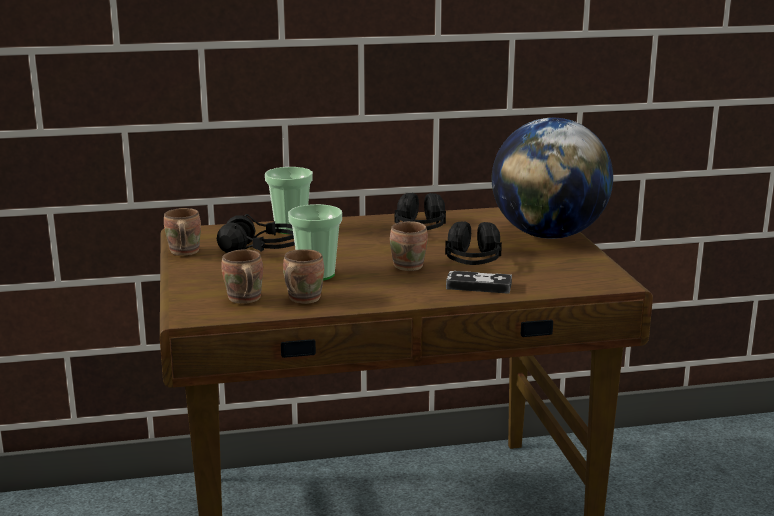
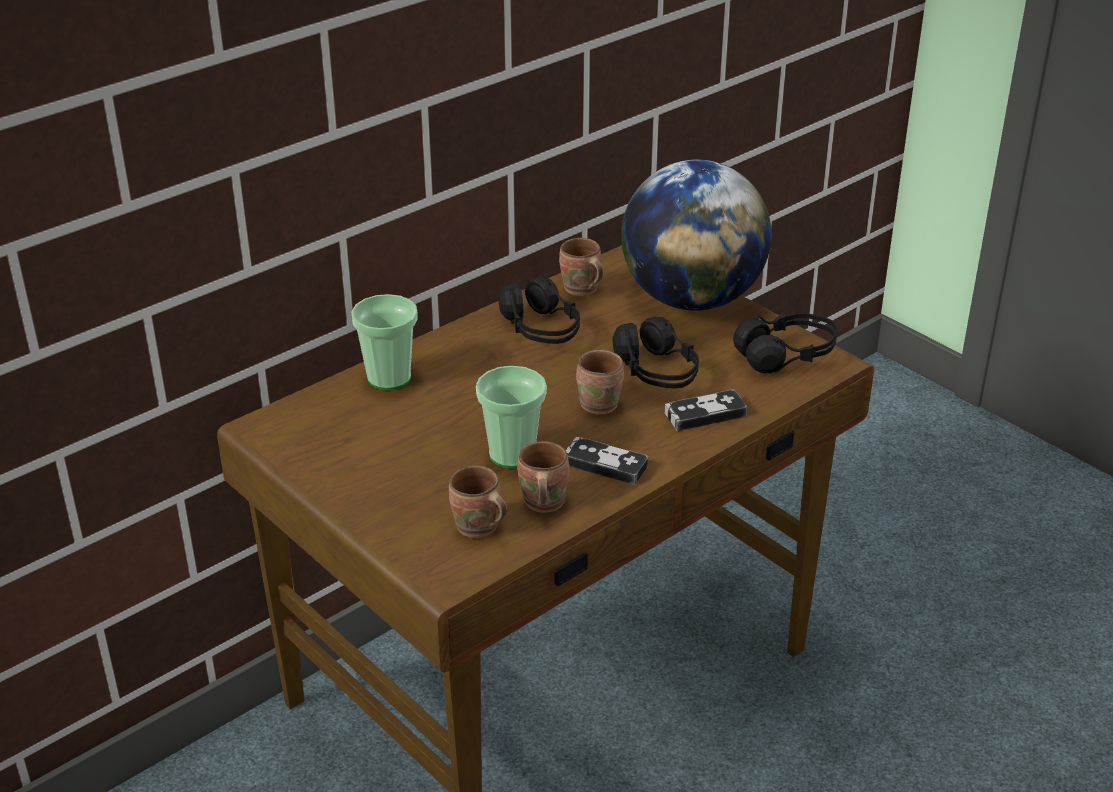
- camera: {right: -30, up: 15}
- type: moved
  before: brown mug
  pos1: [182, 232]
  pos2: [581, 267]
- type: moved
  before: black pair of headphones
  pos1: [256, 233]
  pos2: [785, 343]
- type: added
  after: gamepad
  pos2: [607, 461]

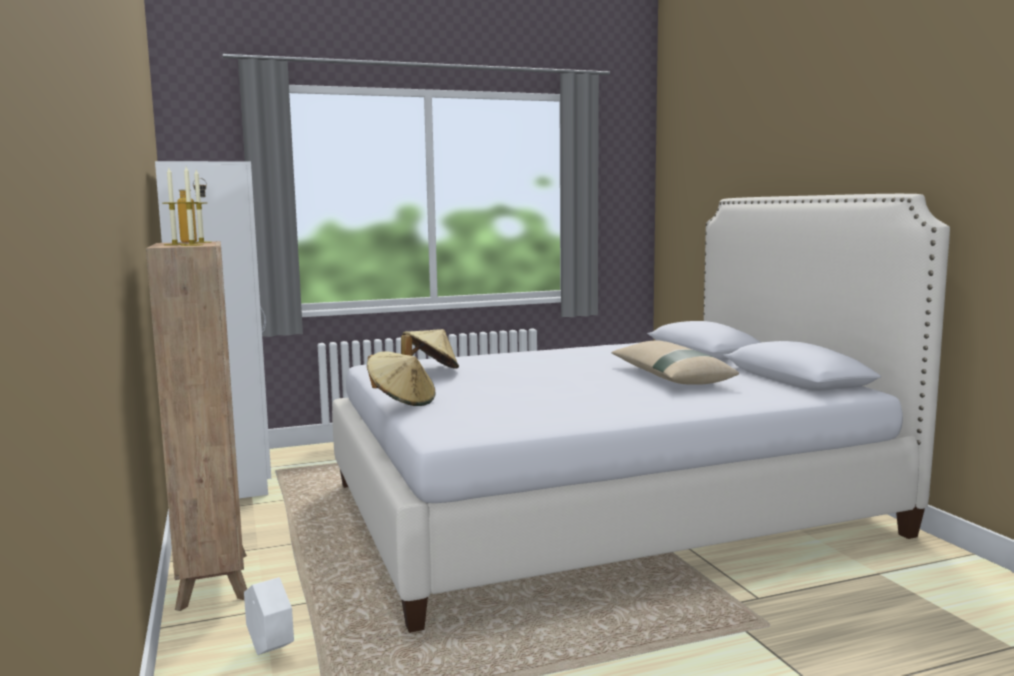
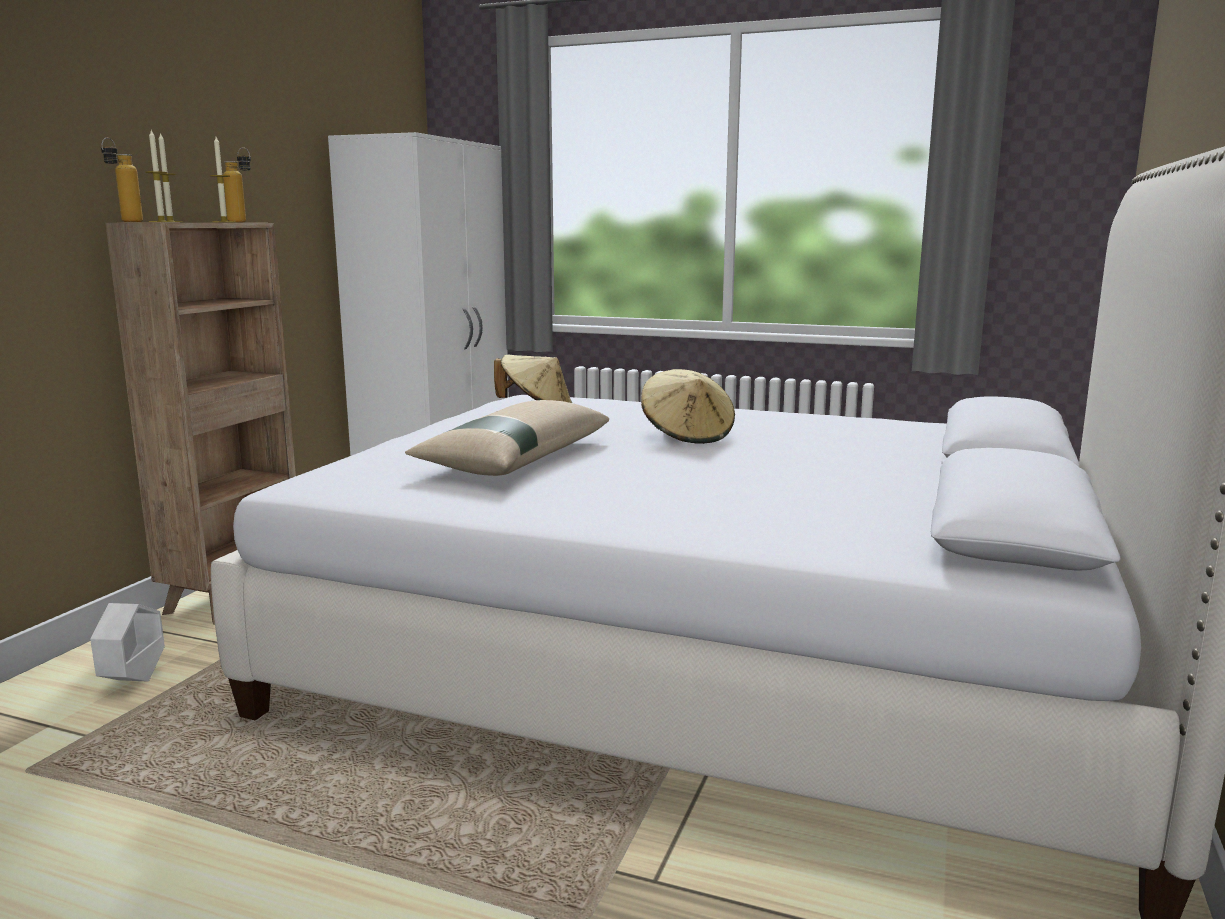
- camera: {right: 40, up: 5}
- type: moved
  before: beige-coloured wearable hat
  pos1: [401, 379]
  pos2: [688, 406]
- type: moved
  before: beige-coloured pillow
  pos1: [675, 363]
  pos2: [507, 438]
- type: added
  after: beverage bottle
  pos2: [122, 180]

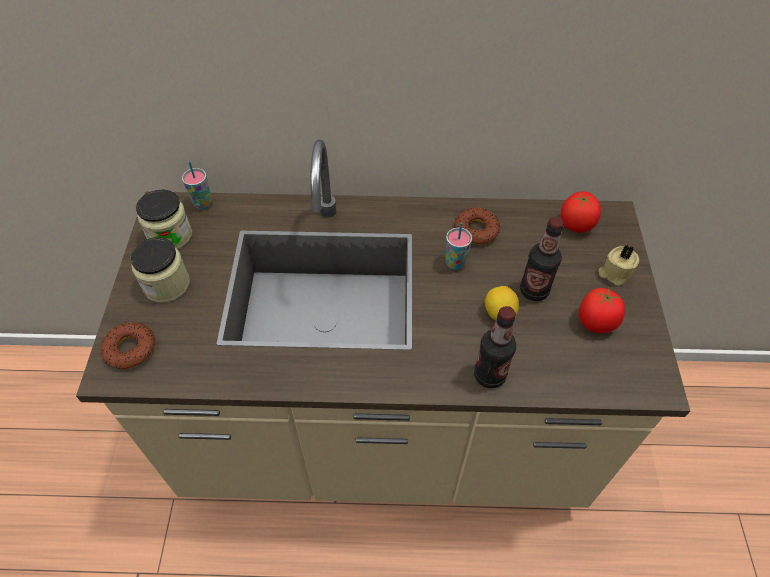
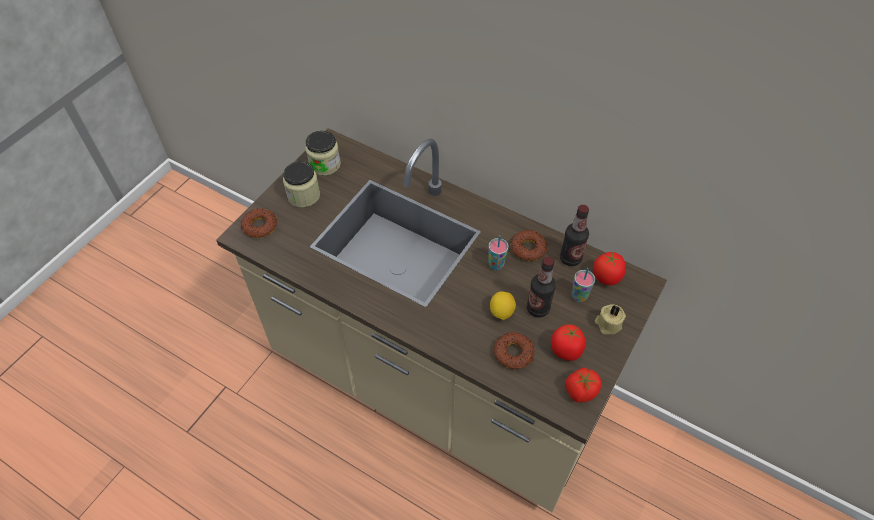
- camera: {right: 30, up: 0}
- type: moved
  before: cup
  pos1: [197, 185]
  pos2: [583, 285]
- type: moved
  before: beverage bottle
  pos1: [495, 347]
  pos2: [574, 235]
- type: added
  after: donut
  pos2: [514, 350]
- type: added
  after: whole tomato
  pos2: [583, 384]

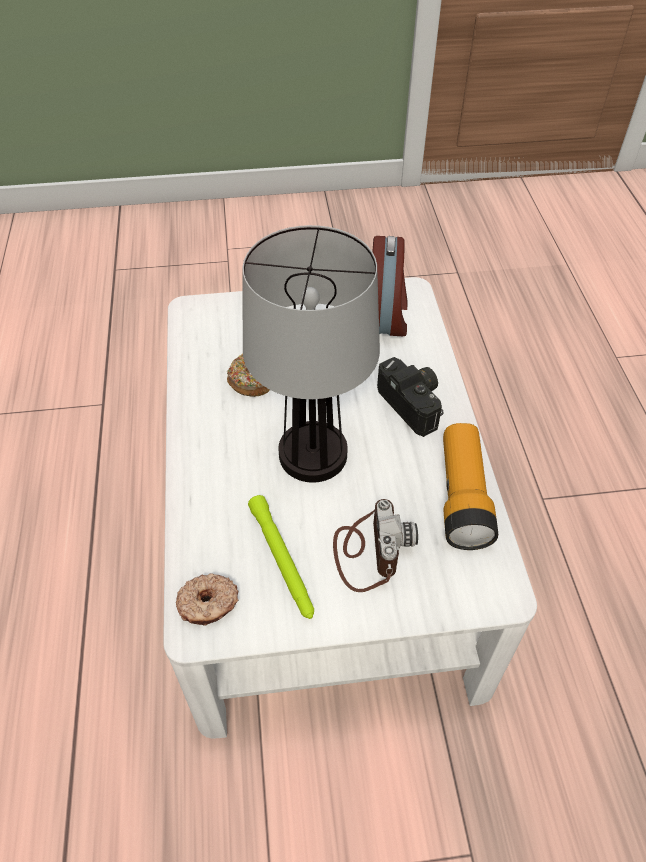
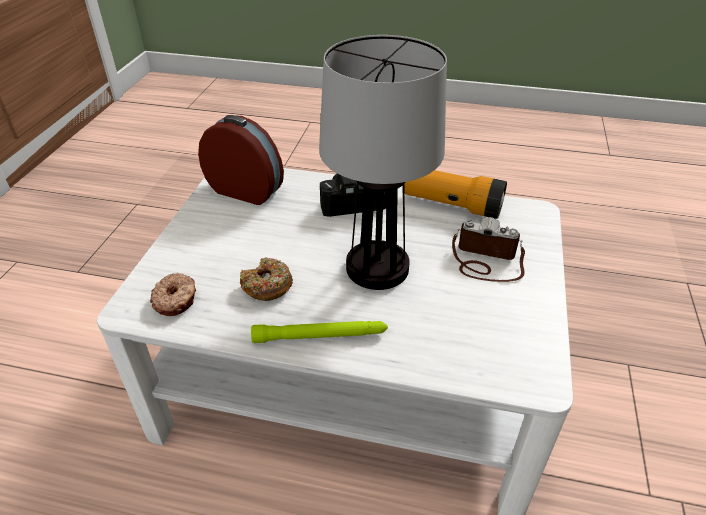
- camera: {right: -70, up: -10}
- type: moved
  before: donut
  pos1: [207, 599]
  pos2: [173, 294]
- type: moved
  before: greenish flashlight
  pos1: [281, 557]
  pos2: [319, 332]

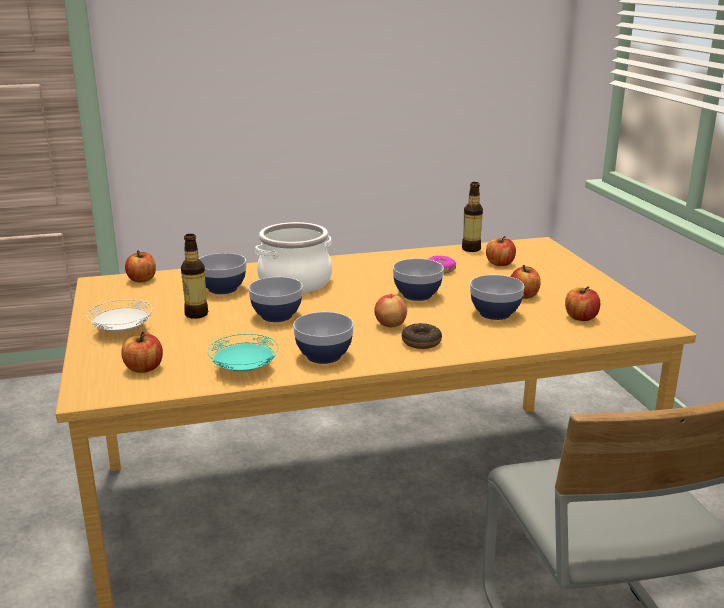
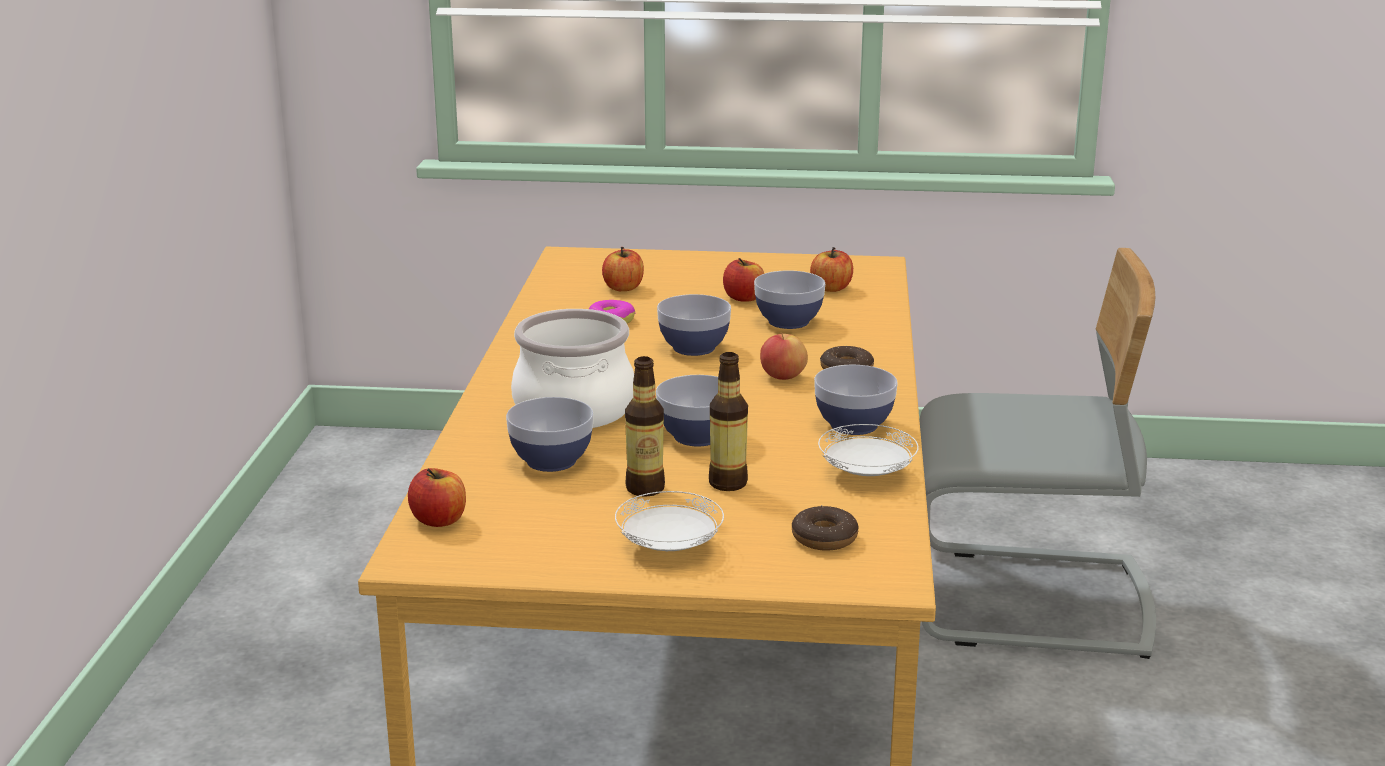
- camera: {right: -70, up: 0}
- type: replaced
  before: apple fruit
  after: donut
  pos1: [142, 352]
  pos2: [825, 528]
- type: recoloured
  before: turquoise dinner plate
  after: whitish dinner plate
  pos1: [243, 352]
  pos2: [868, 450]
- type: moved
  before: beverage bottle
  pos1: [472, 217]
  pos2: [728, 421]

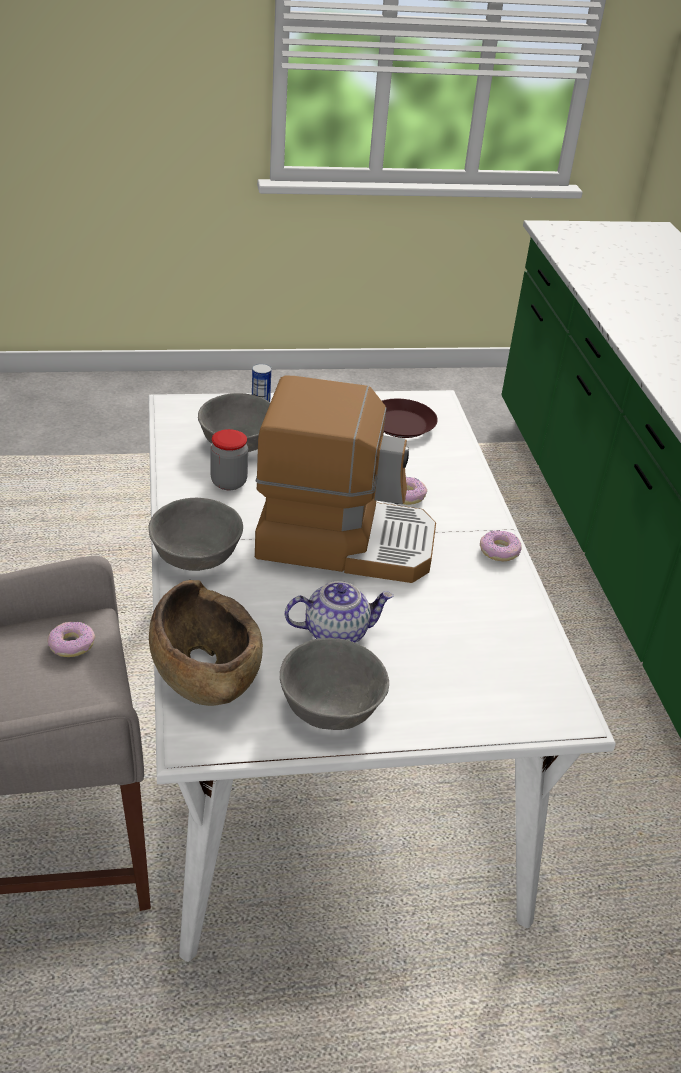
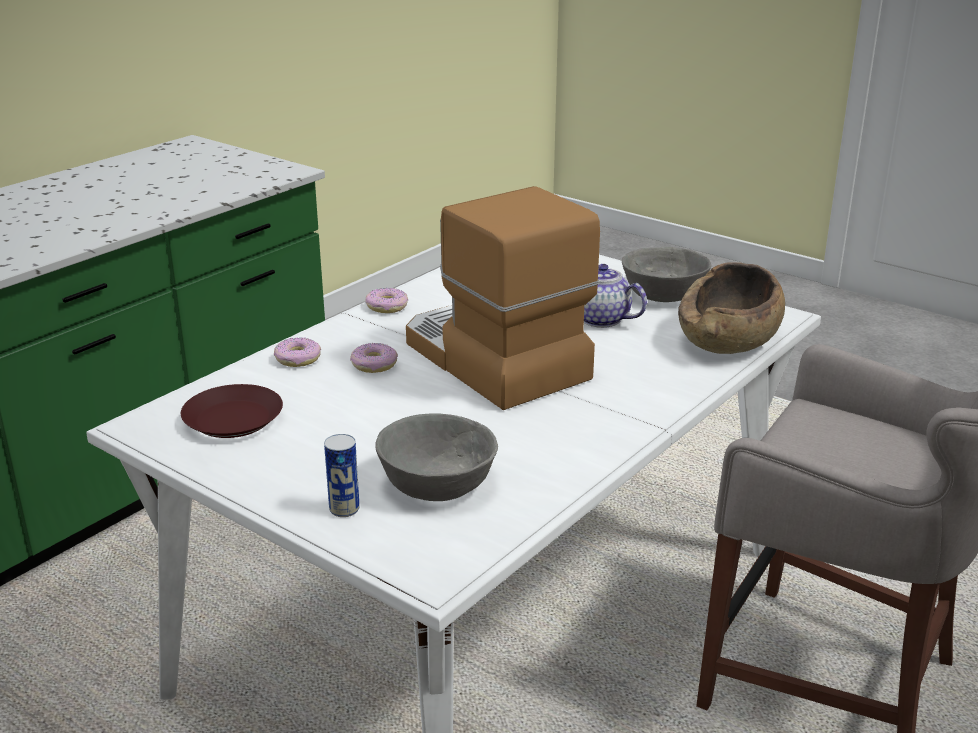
- camera: {right: -130, up: -10}
- type: moved
  before: donut
  pos1: [71, 639]
  pos2: [297, 352]
- type: removed
  before: gray bowl
  pos1: [195, 534]
- type: removed
  before: preserve jar
  pos1: [229, 459]

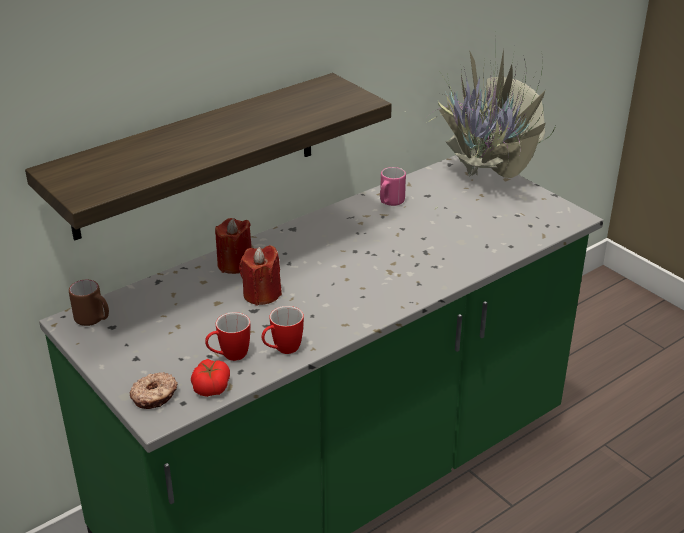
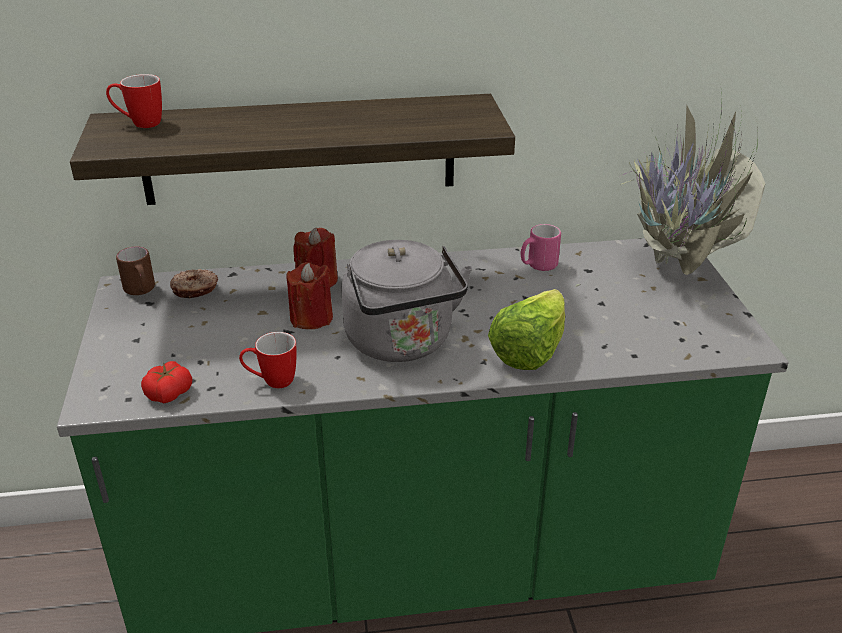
- camera: {right: 30, up: 0}
- type: moved
  before: donut
  pos1: [154, 390]
  pos2: [194, 283]
- type: moved
  before: mug
  pos1: [227, 336]
  pos2: [134, 101]
- type: added
  after: gray water kettle
  pos2: [407, 301]
- type: added
  after: lettuce
  pos2: [526, 329]

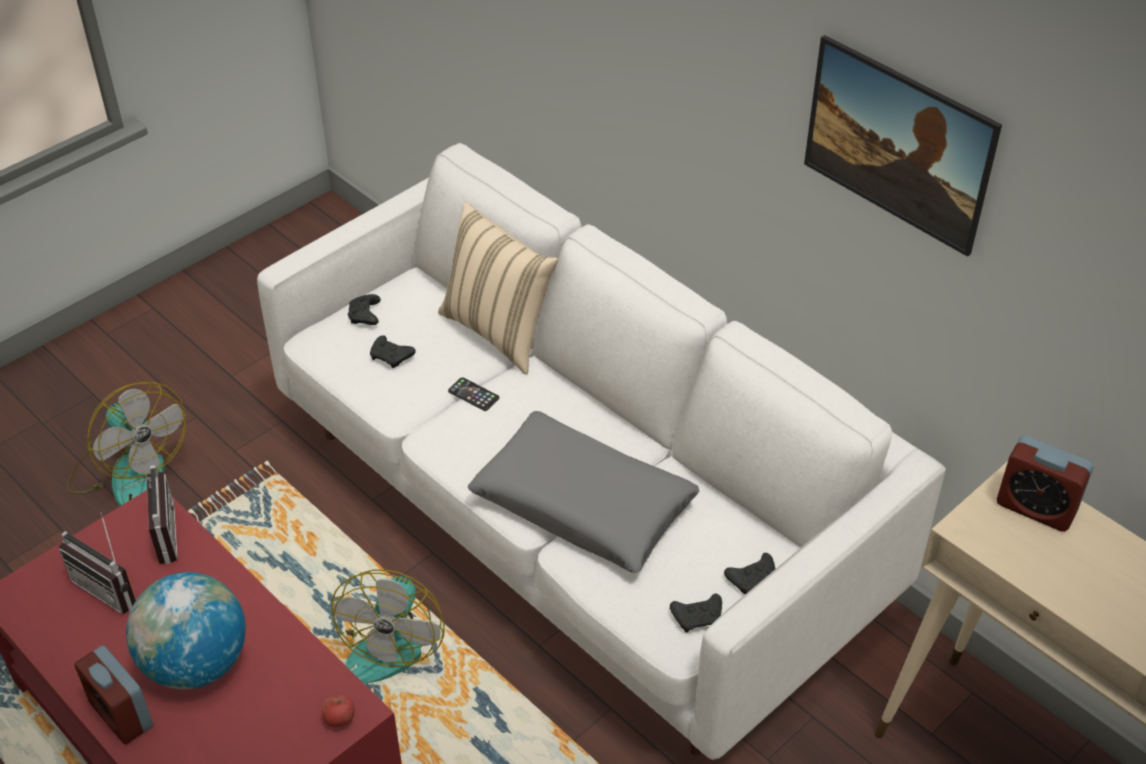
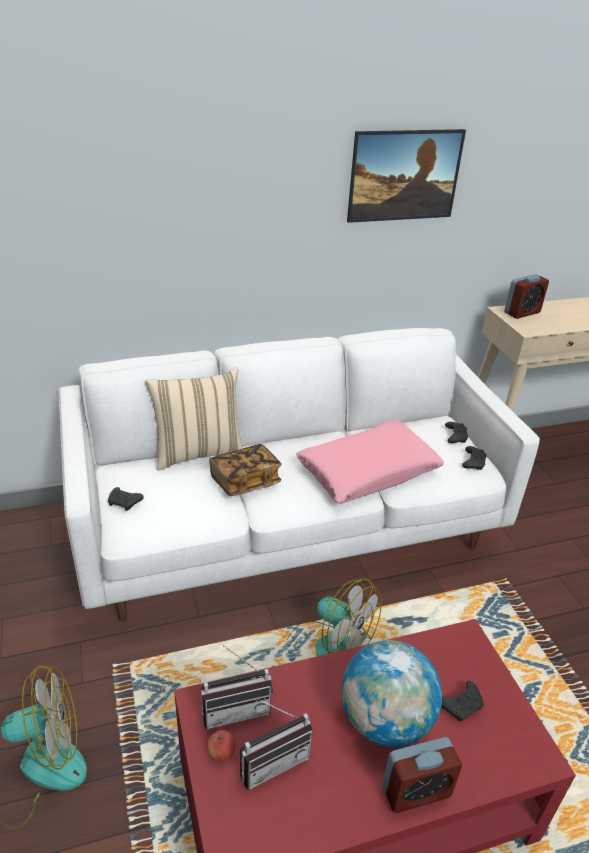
- camera: {right: -65, up: -10}
- type: turned
  before: radio
  pos1: [148, 514]
  pos2: [237, 687]
  turn: 150
- type: moved
  before: apple fruit
  pos1: [338, 711]
  pos2: [221, 746]
- type: moved
  before: black gamepad
  pos1: [393, 351]
  pos2: [462, 701]
- type: replaced
  before: telephone
  after: book
  pos1: [473, 394]
  pos2: [245, 470]
- type: recoloured
  before: gray pillow
  after: pink-coloured pillow
  pos1: [583, 492]
  pos2: [370, 461]

